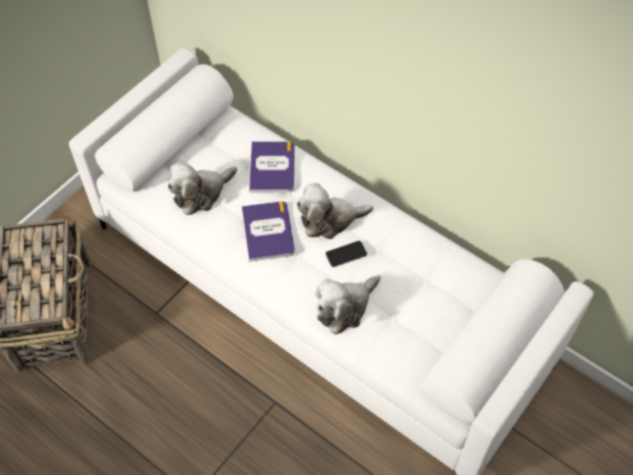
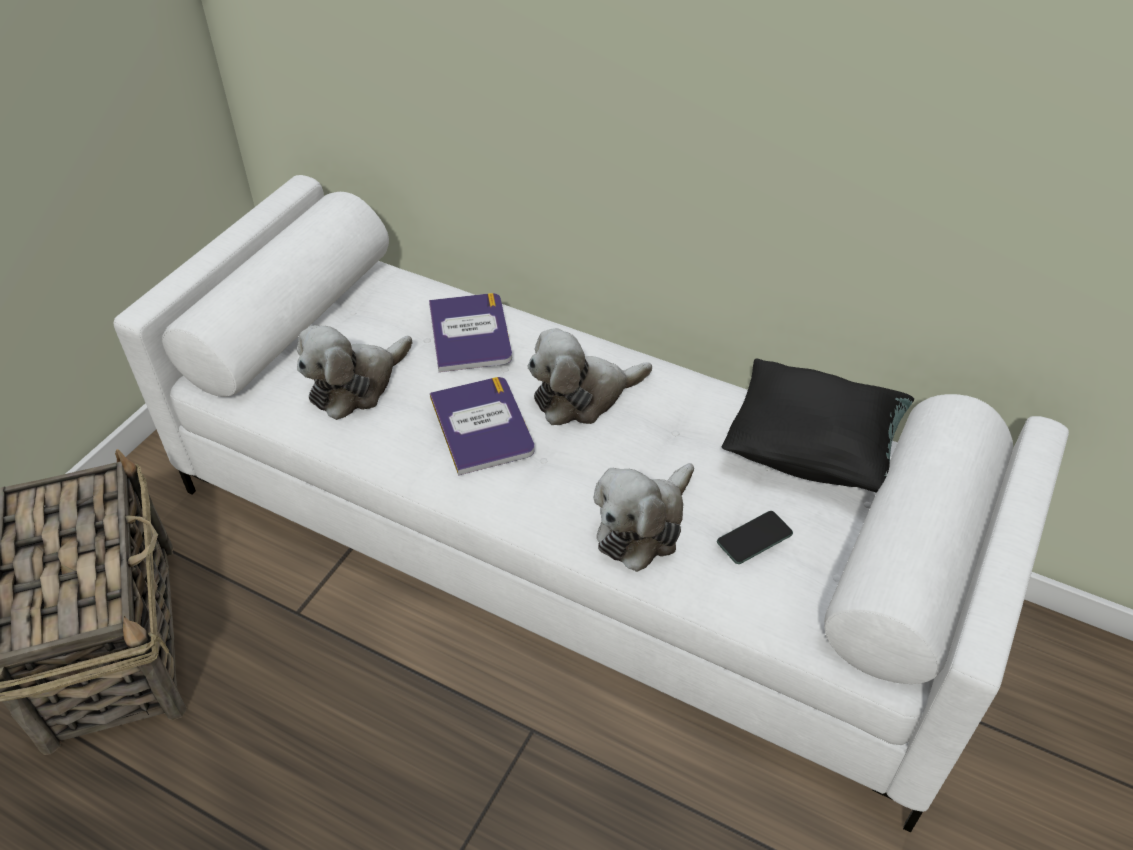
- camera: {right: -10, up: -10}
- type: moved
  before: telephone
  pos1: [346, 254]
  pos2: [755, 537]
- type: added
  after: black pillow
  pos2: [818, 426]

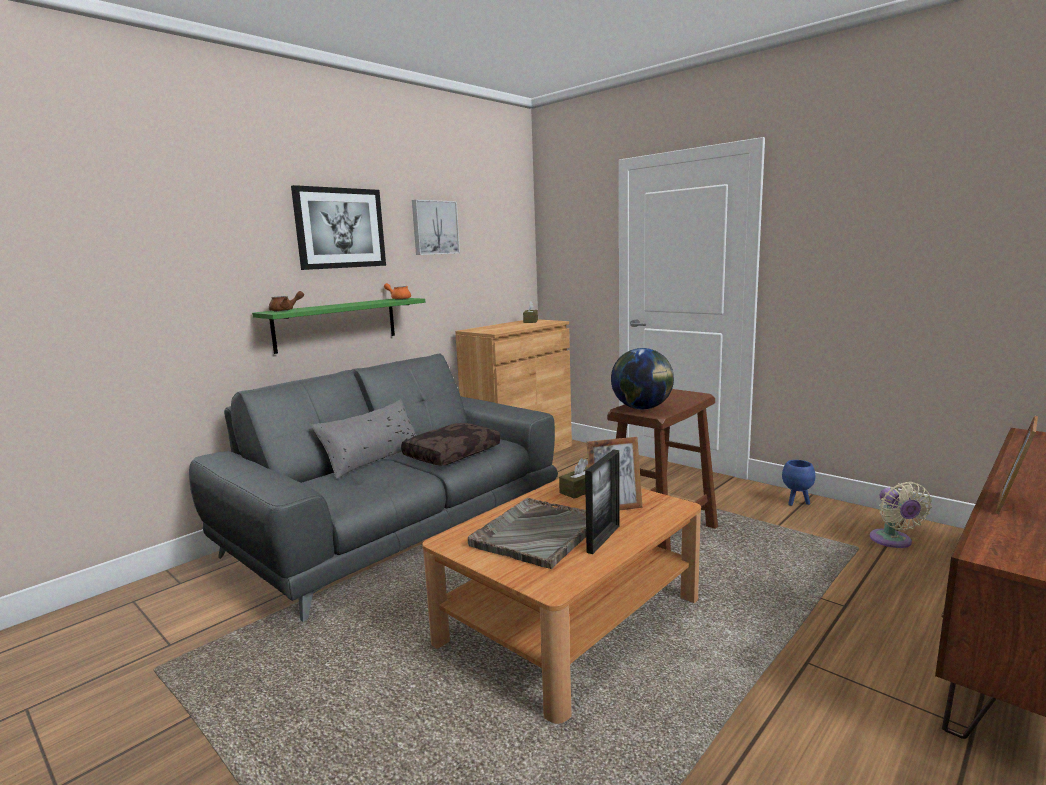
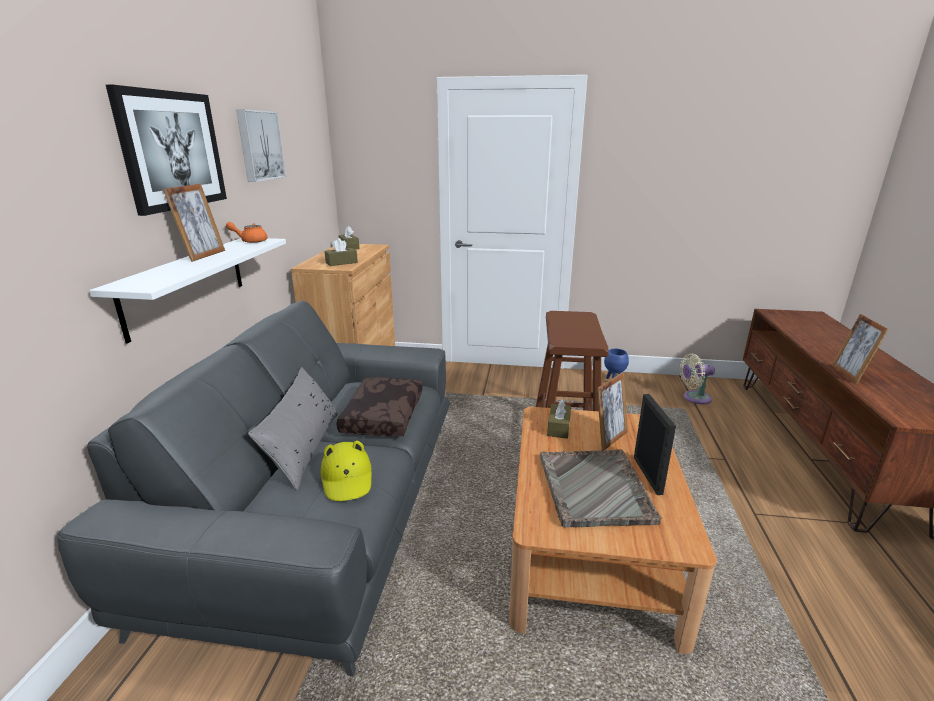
- camera: {right: -35, up: 10}
- type: recoloured
  before: greenish shelf
  after: whitish shelf
  pos1: [338, 326]
  pos2: [187, 290]
- type: removed
  before: brown pot for tea
  pos1: [286, 301]
- type: removed
  before: world globe
  pos1: [642, 379]
- type: turned
  before: beige-coloured cooling fan
  pos1: [901, 515]
  pos2: [697, 378]
  turn: 120
- type: added
  after: standing frame
  pos2: [194, 223]
- type: added
  after: yellow-coloured wearable hat
  pos2: [346, 470]
- type: added
  after: brown box of tissues
  pos2: [341, 252]

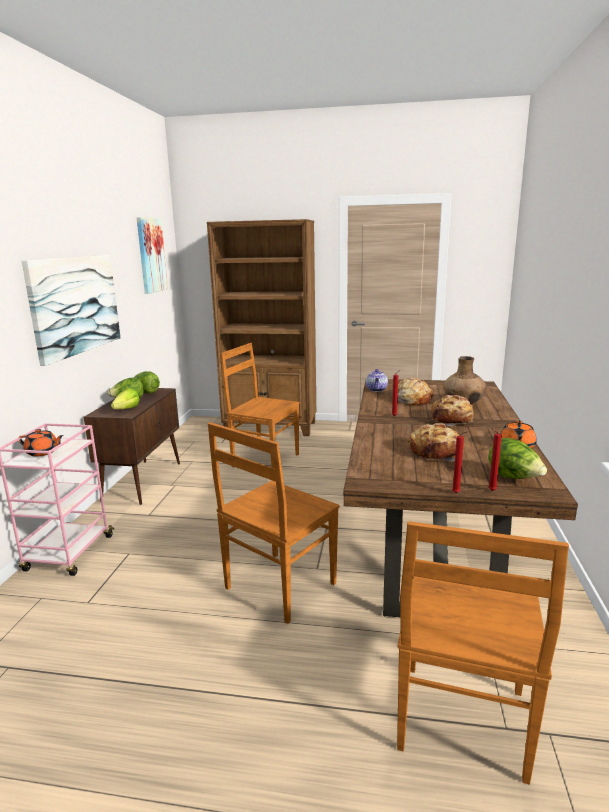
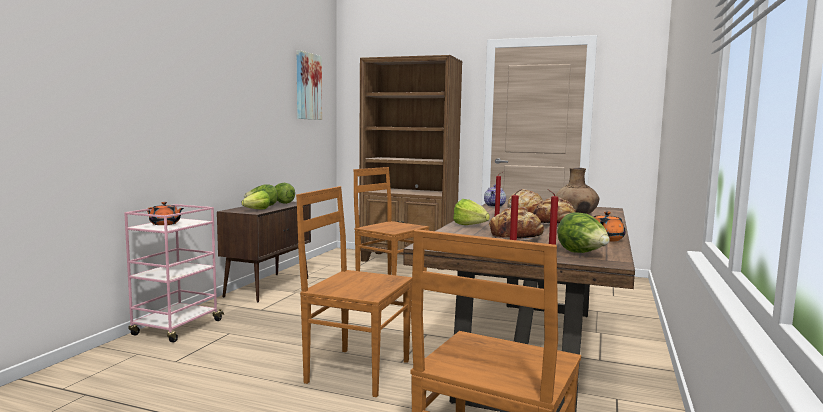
- camera: {right: 10, up: -10}
- type: removed
  before: picture
  pos1: [71, 310]
- type: turned
  before: brown plain chair
  pos1: [274, 523]
  pos2: [354, 291]
  turn: 60
- type: added
  after: lettuce
  pos2: [471, 212]

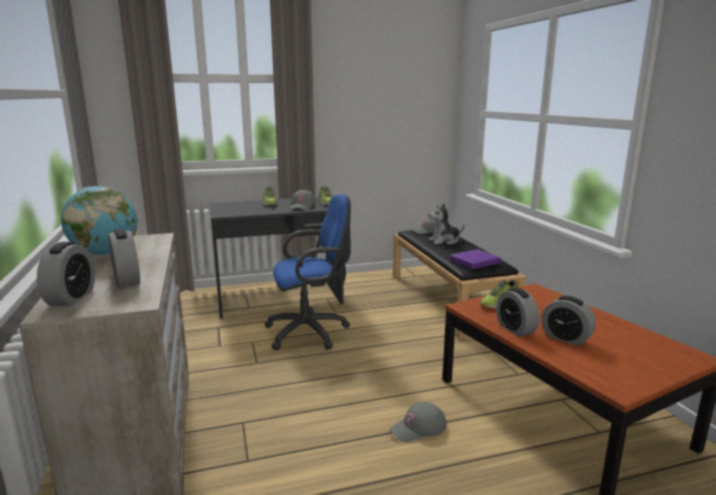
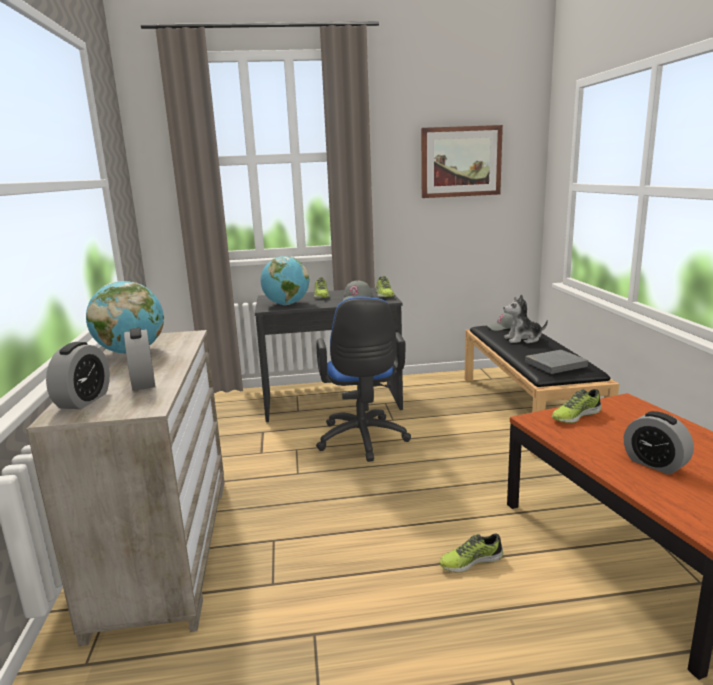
- camera: {right: 10, up: 0}
- type: turned
  before: blue computer chair
  pos1: [307, 272]
  pos2: [363, 379]
  turn: 90
- type: replaced
  before: gray cap
  after: low shoe
  pos1: [418, 422]
  pos2: [471, 553]
- type: recoloured
  before: purplish book
  after: gray book
  pos1: [475, 259]
  pos2: [556, 362]
- type: removed
  before: alarm clock
  pos1: [517, 312]
- type: added
  after: world globe
  pos2: [285, 280]
- type: added
  after: picture
  pos2: [462, 161]

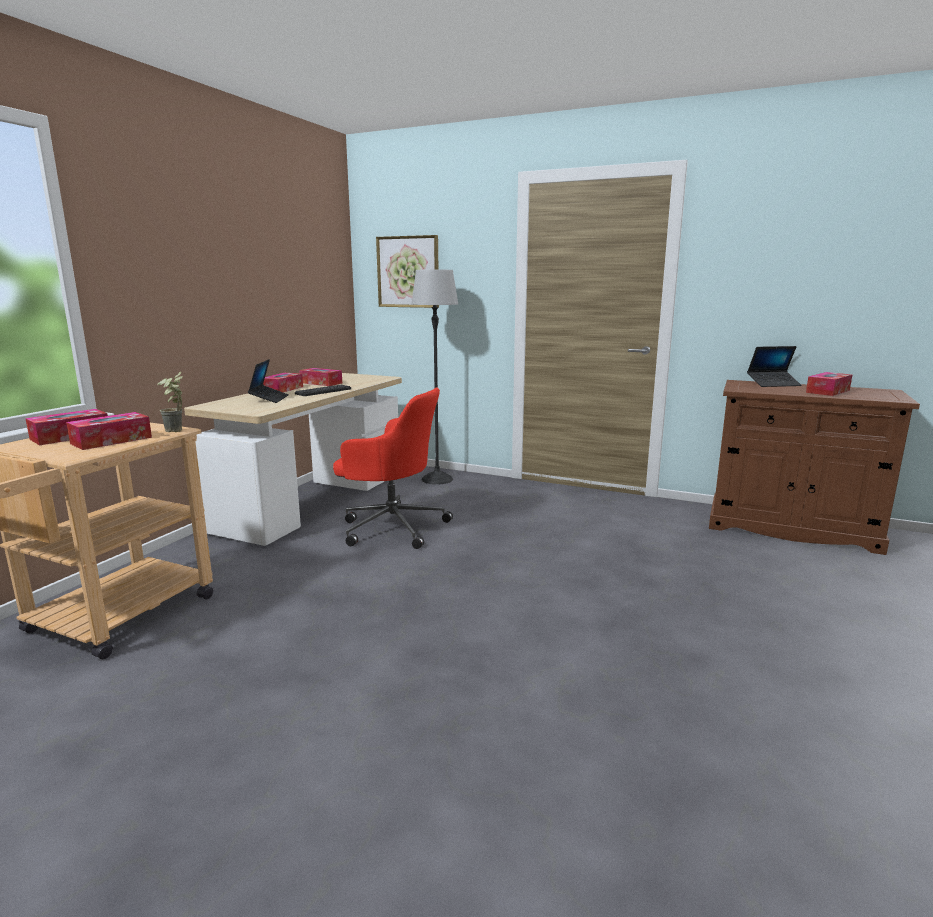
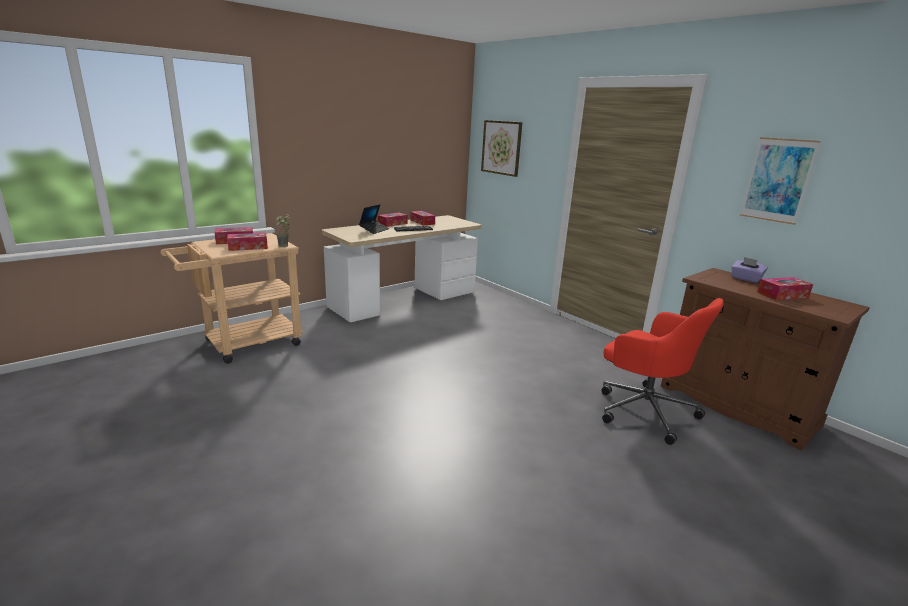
- camera: {right: 25, up: 5}
- type: moved
  before: reddish computer chair
  pos1: [393, 468]
  pos2: [662, 371]
- type: removed
  before: standing lamp
  pos1: [434, 377]
- type: replaced
  before: laptop
  after: purplish box of tissues
  pos1: [774, 366]
  pos2: [749, 270]
- type: added
  after: picture
  pos2: [780, 181]

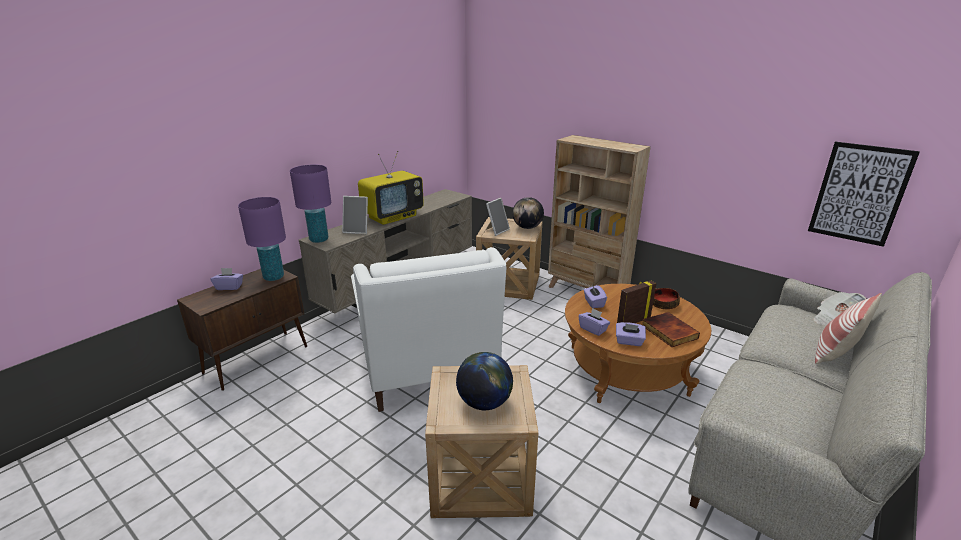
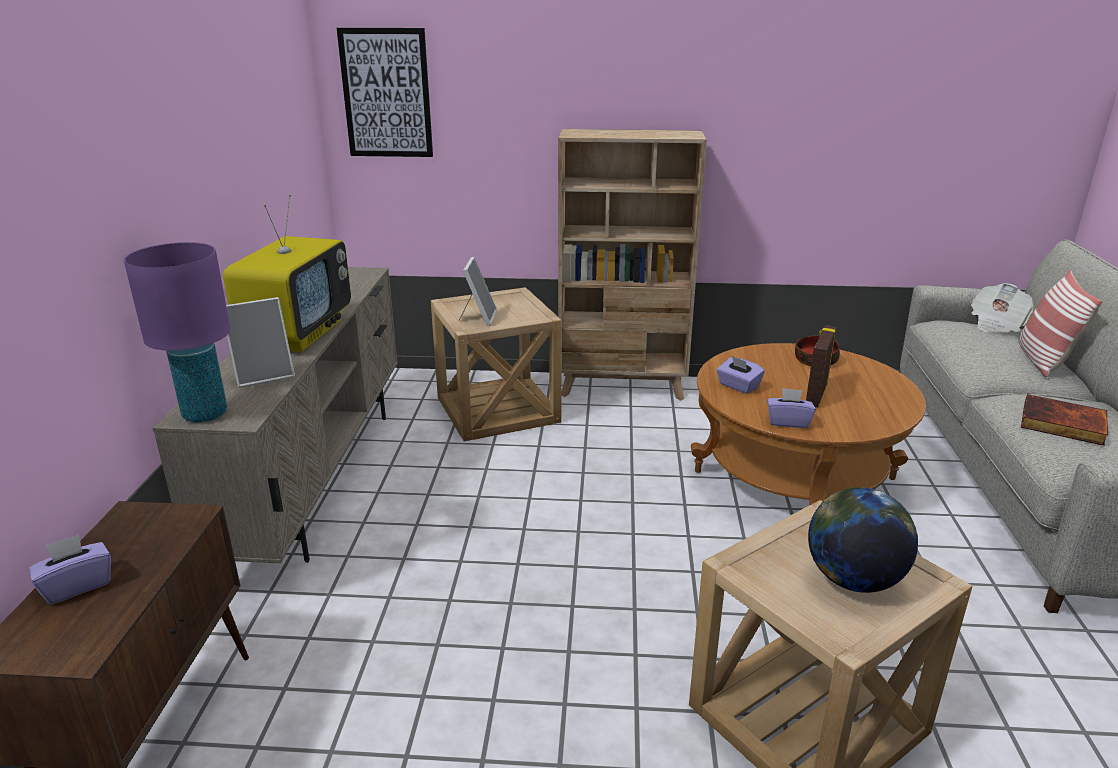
- camera: {right: -35, up: 0}
- type: removed
  before: purplish table lamp
  pos1: [262, 239]
- type: removed
  before: whitish easy chair
  pos1: [428, 329]
- type: removed
  before: world globe
  pos1: [528, 213]
- type: removed
  before: purplish box of tissues
  pos1: [631, 334]
- type: moved
  before: book
  pos1: [671, 329]
  pos2: [1064, 420]
- type: moved
  before: picture
  pos1: [864, 194]
  pos2: [385, 92]

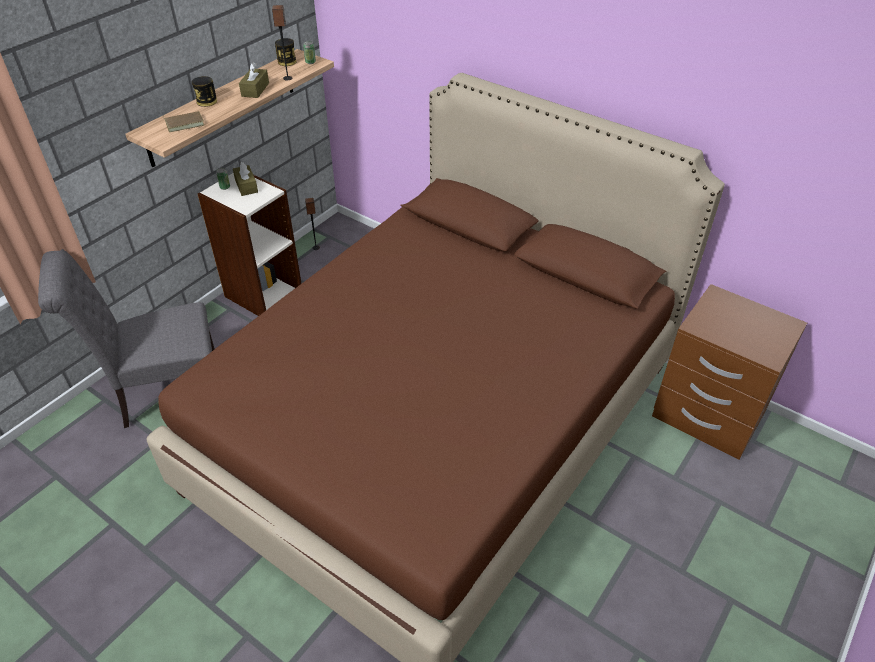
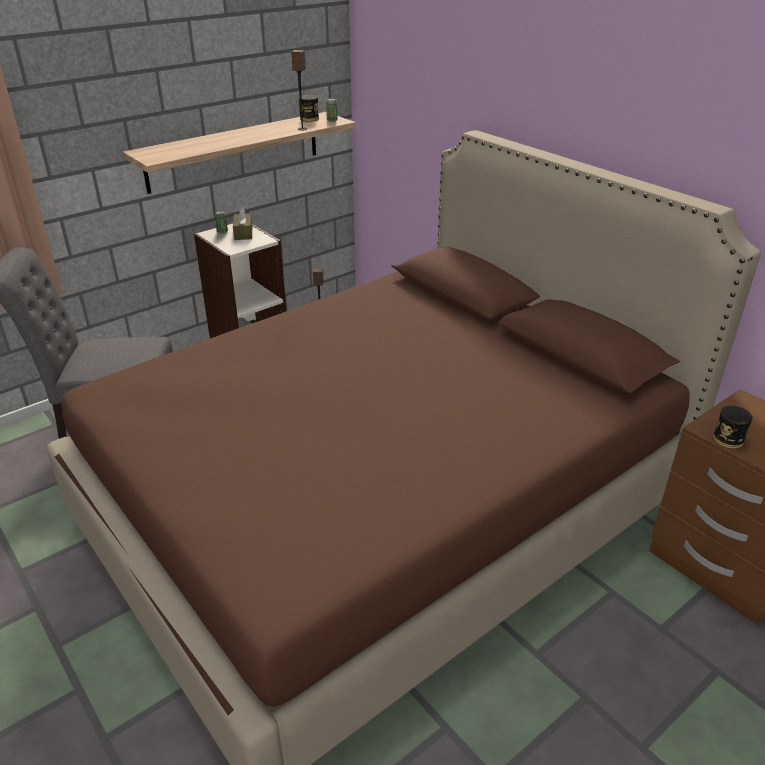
- camera: {right: 15, up: -10}
- type: removed
  before: brown book
  pos1: [183, 121]
- type: moved
  before: can
  pos1: [204, 91]
  pos2: [733, 427]
- type: removed
  before: brown box of tissues
  pos1: [254, 80]

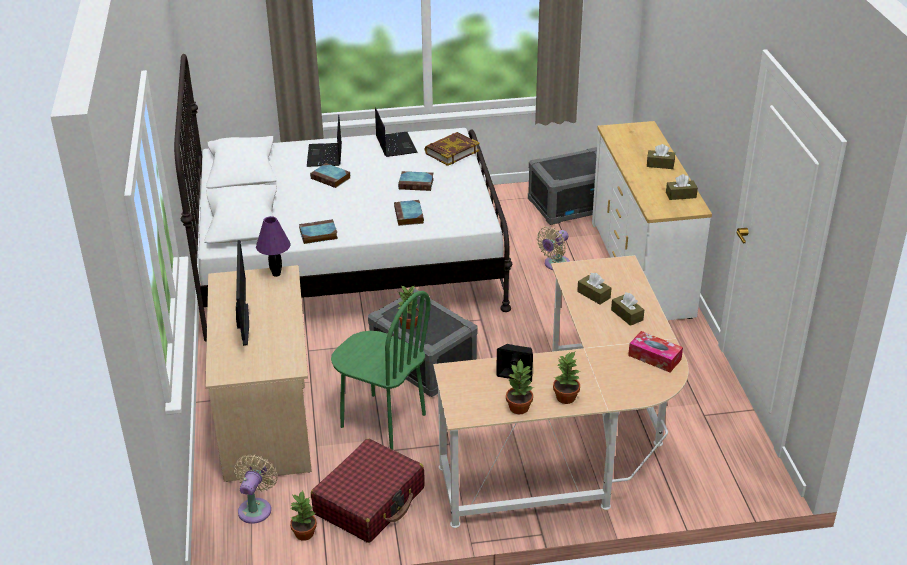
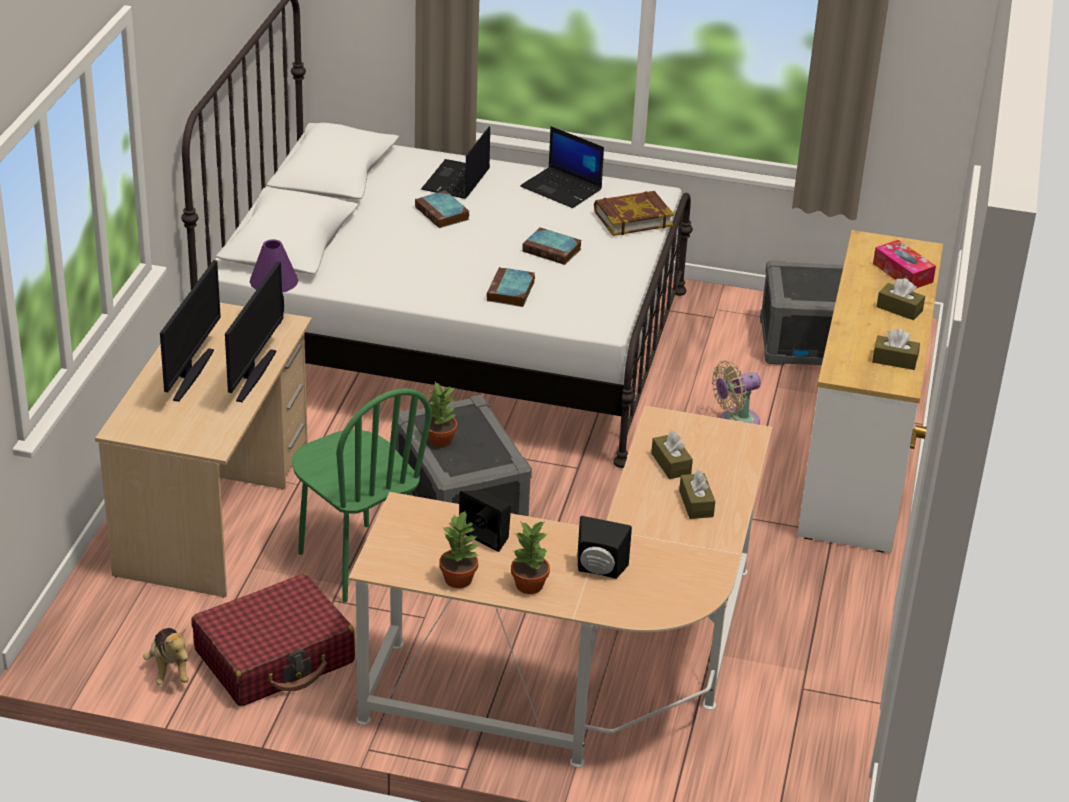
- camera: {right: 20, up: 0}
- type: removed
  before: beige-coloured cooling fan
  pos1: [256, 489]
- type: replaced
  before: potted plant
  after: soft toy
  pos1: [303, 516]
  pos2: [166, 656]
- type: removed
  before: book
  pos1: [318, 231]
- type: turned
  before: laptop
  pos1: [396, 132]
  pos2: [562, 167]
  turn: 120
- type: moved
  before: box of tissues
  pos1: [655, 351]
  pos2: [904, 264]
- type: added
  after: computer display
  pos2: [254, 331]
- type: added
  after: black loudspeaker
  pos2: [605, 547]

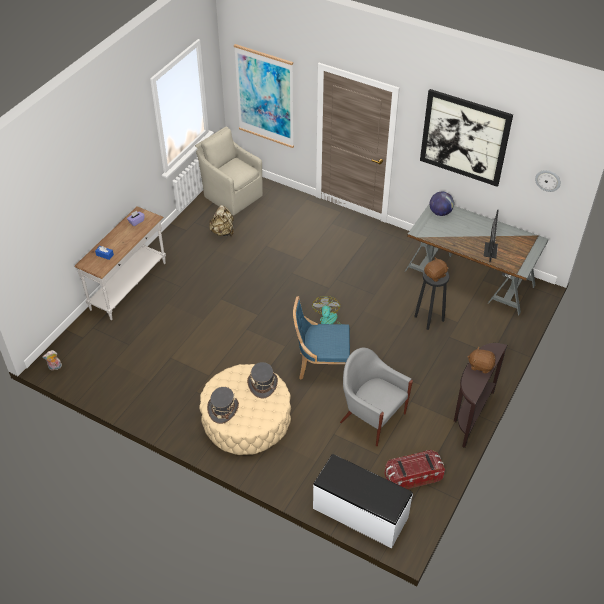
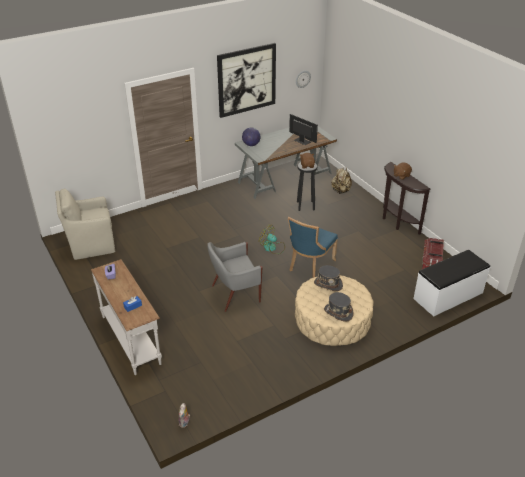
- camera: {right: -60, up: -10}
- type: moved
  before: beige-coloured knapsack
  pos1: [221, 220]
  pos2: [341, 180]
- type: removed
  before: picture
  pos1: [264, 96]
- type: moved
  before: gray easy chair
  pos1: [376, 397]
  pos2: [234, 277]

